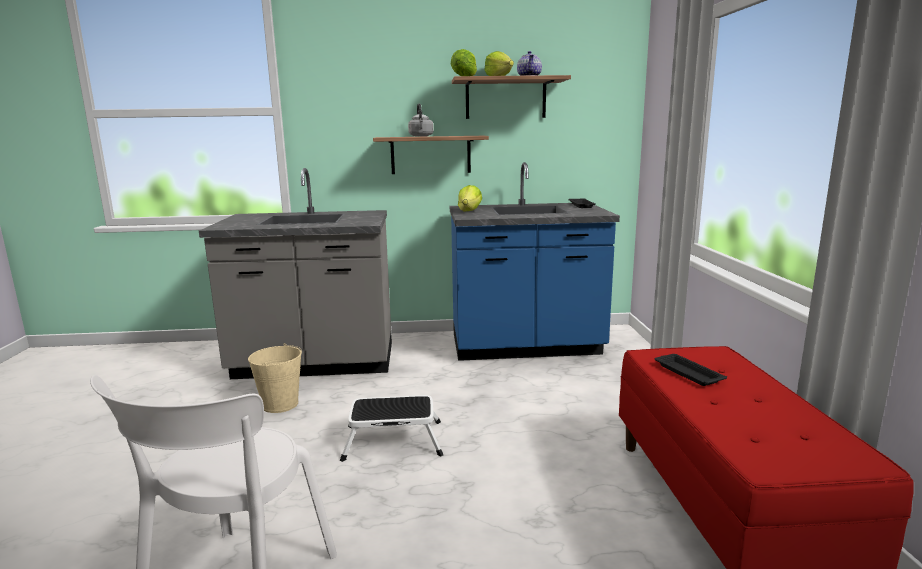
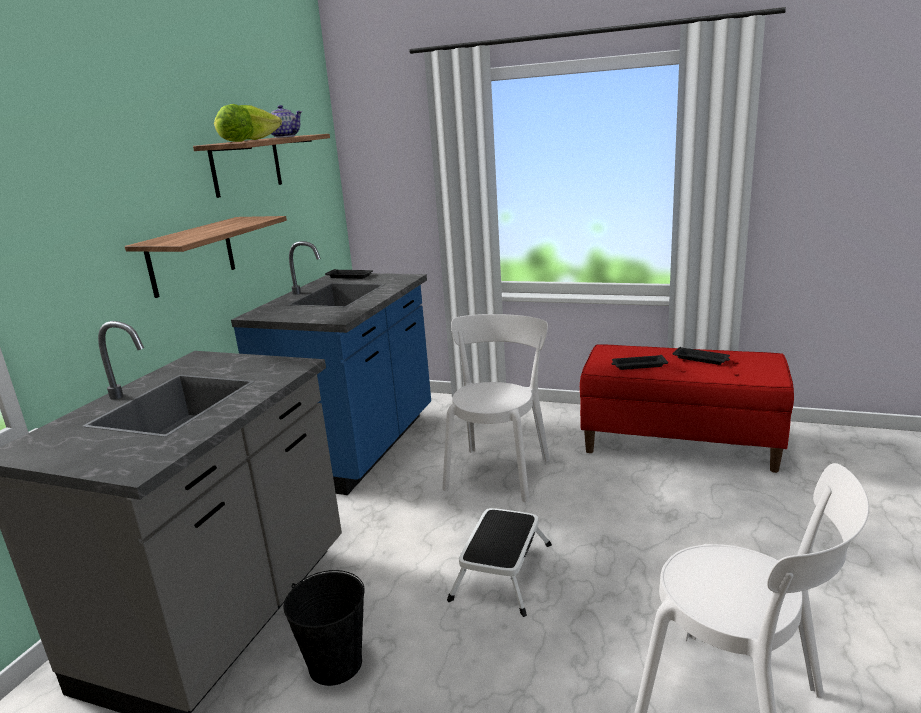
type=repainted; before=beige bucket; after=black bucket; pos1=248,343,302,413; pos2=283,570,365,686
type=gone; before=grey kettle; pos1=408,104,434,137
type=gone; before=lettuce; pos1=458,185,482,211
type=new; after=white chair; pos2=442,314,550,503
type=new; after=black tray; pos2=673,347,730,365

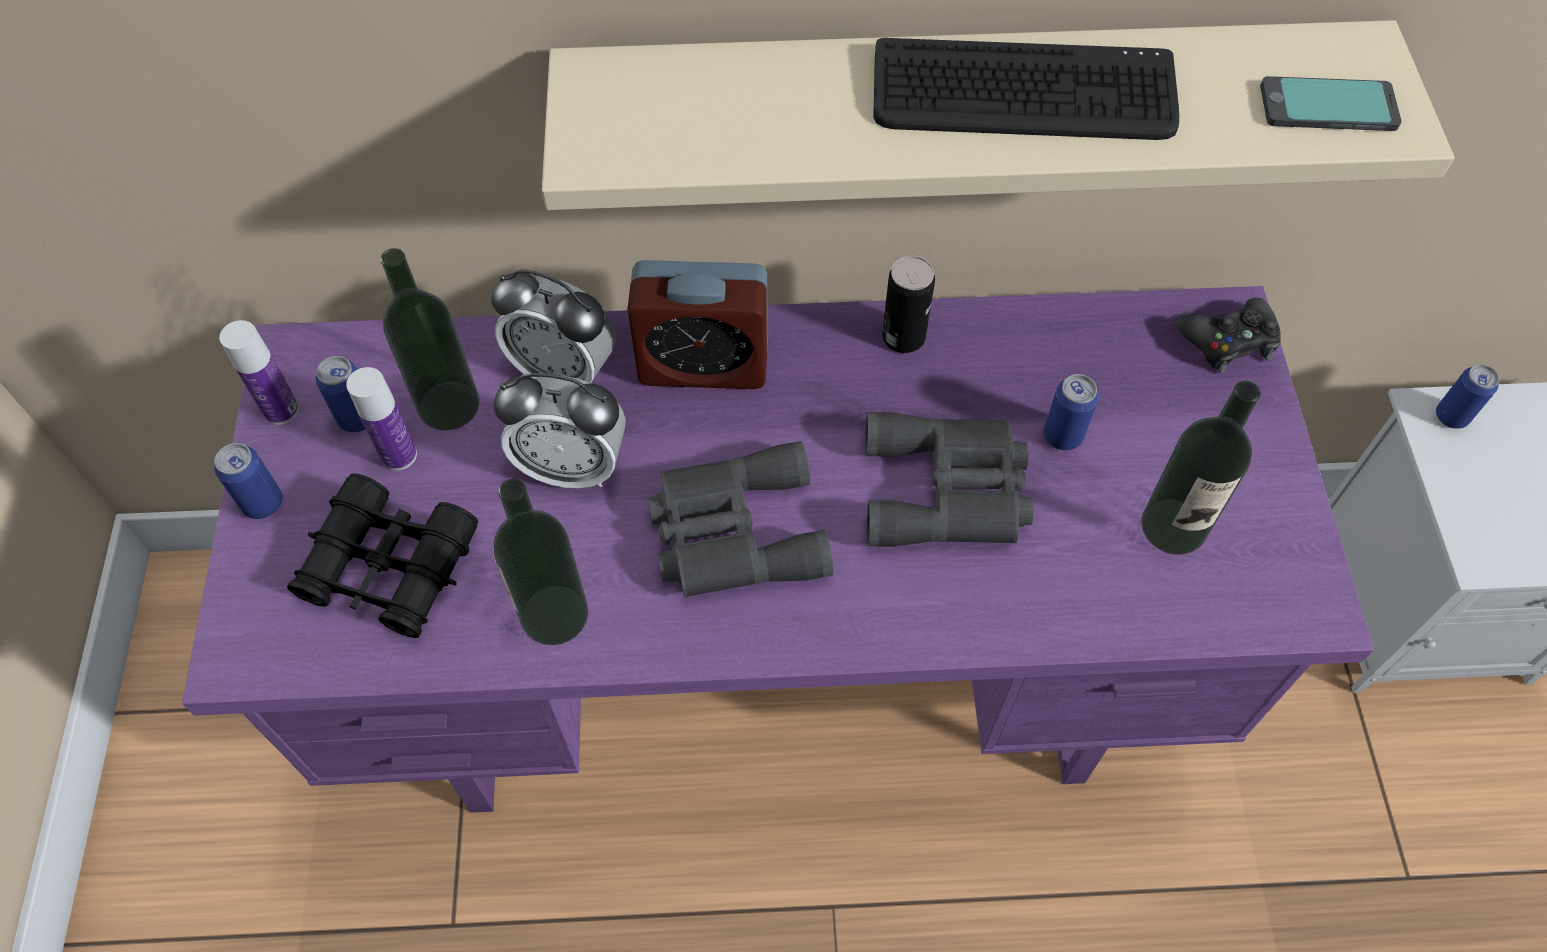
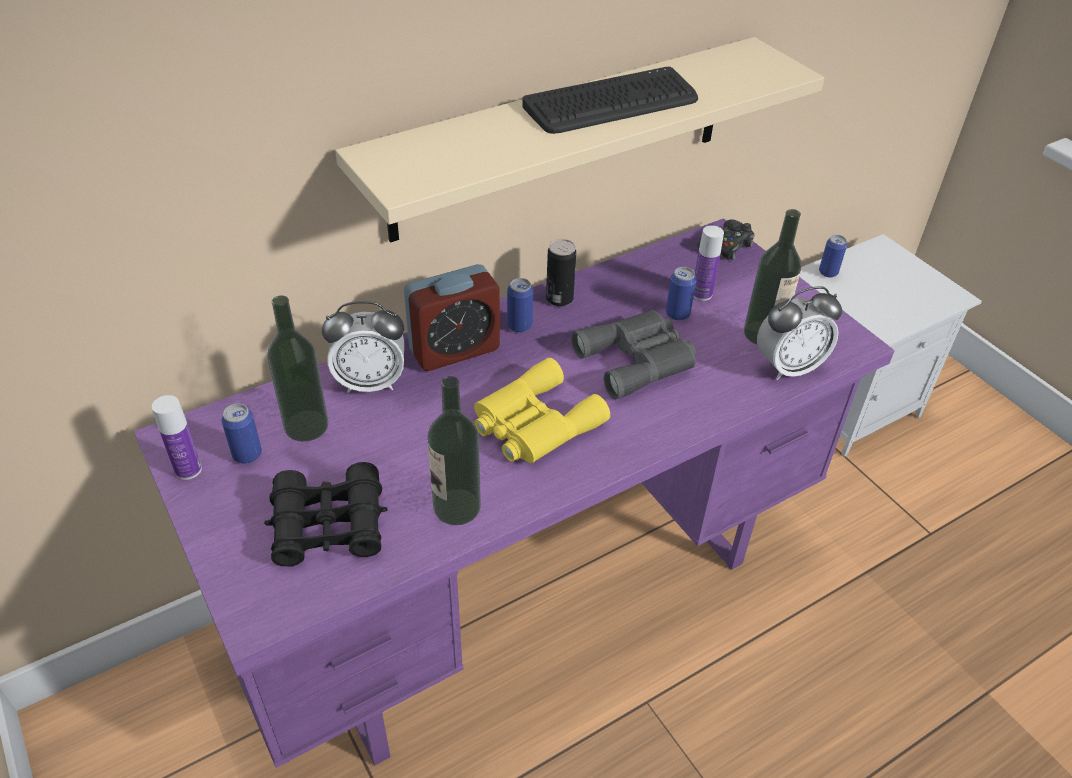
type=shifted; before=can; pos1=214,443,283,519; pos2=507,278,533,333
type=shifted; before=bottle; pos1=346,367,417,471; pos2=694,225,724,301
type=shifted; before=alarm clock; pos1=494,373,626,488; pos2=757,286,842,380
type=repainted; before=grey binoculars; after=yellow binoculars; pos1=647,441,833,597; pos2=474,358,610,463
type=gone; before=phone; pos1=1260,76,1402,131

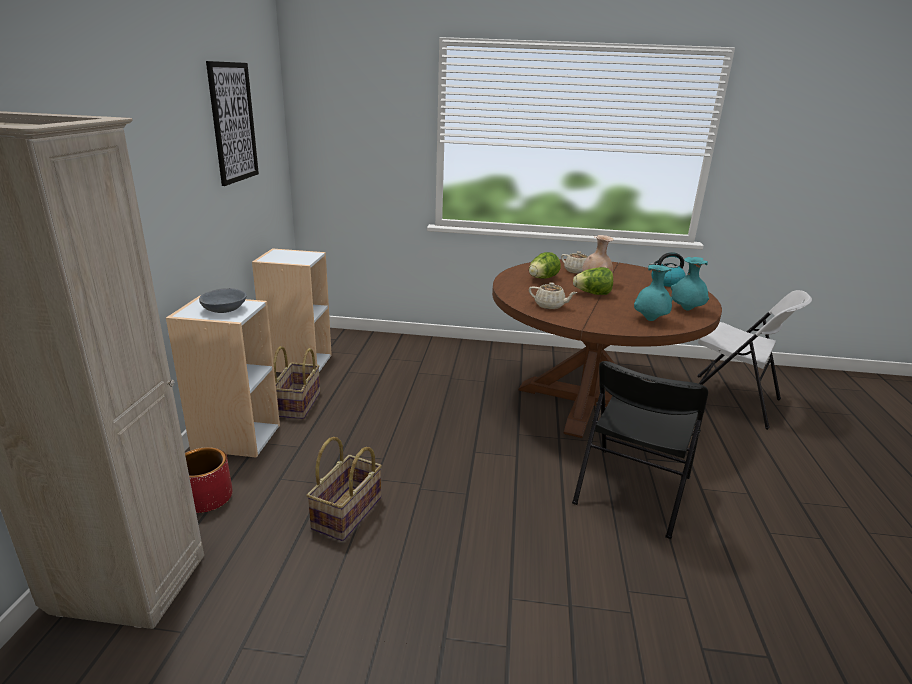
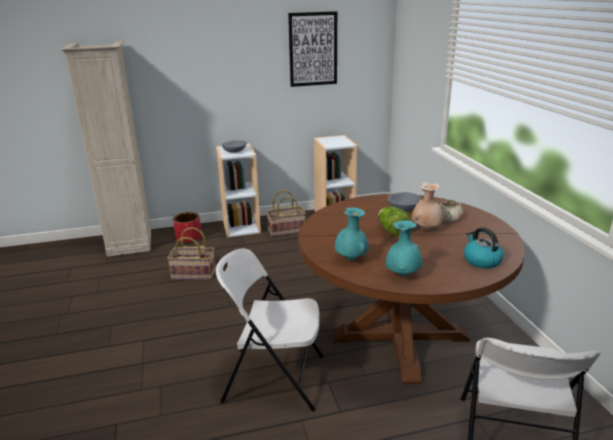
type=swapped; before=lettuce; after=grey bowl; pos1=529,252,561,279; pos2=388,192,422,211
type=gone; before=beige teapot; pos1=529,282,577,309
type=repainted; before=black chair; after=white chair; pos1=572,361,708,539; pos2=216,248,323,412

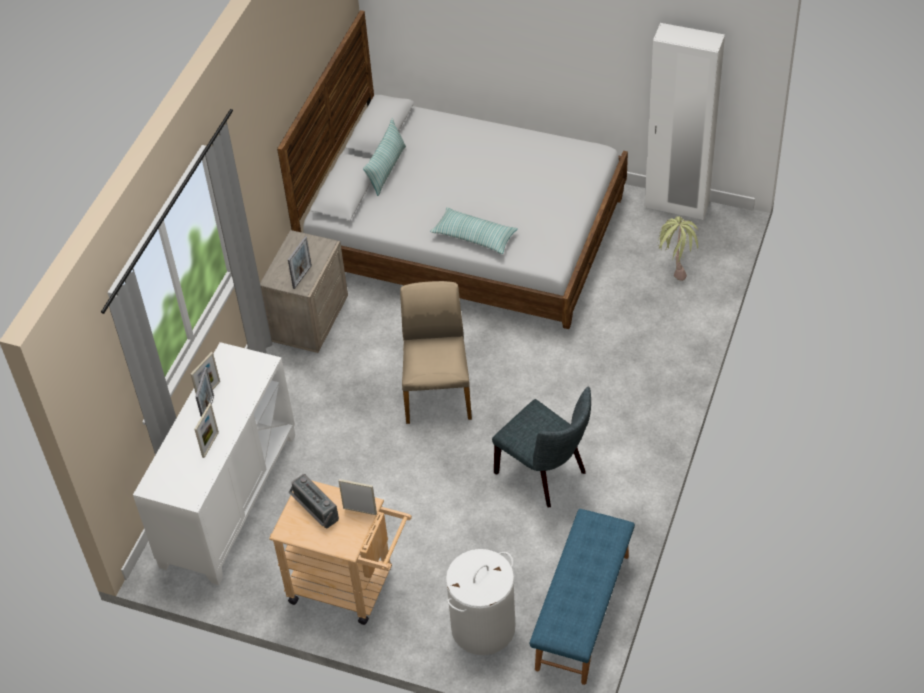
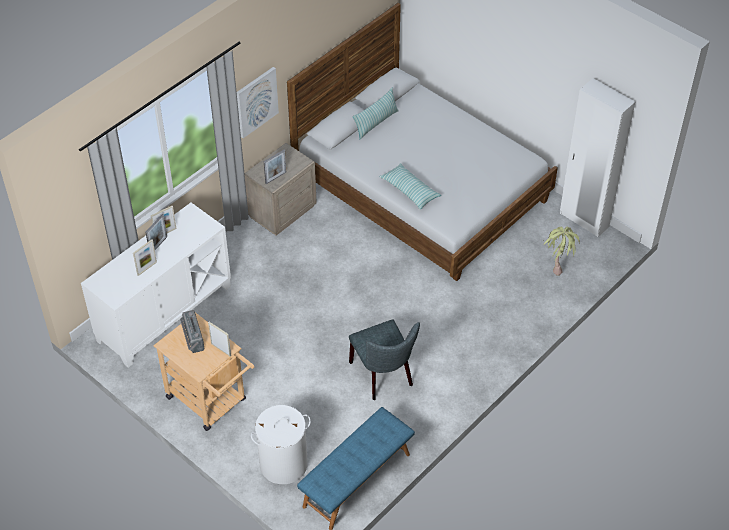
type=gone; before=beige chair; pos1=400,281,472,424
type=new; after=picture; pos2=237,67,279,138

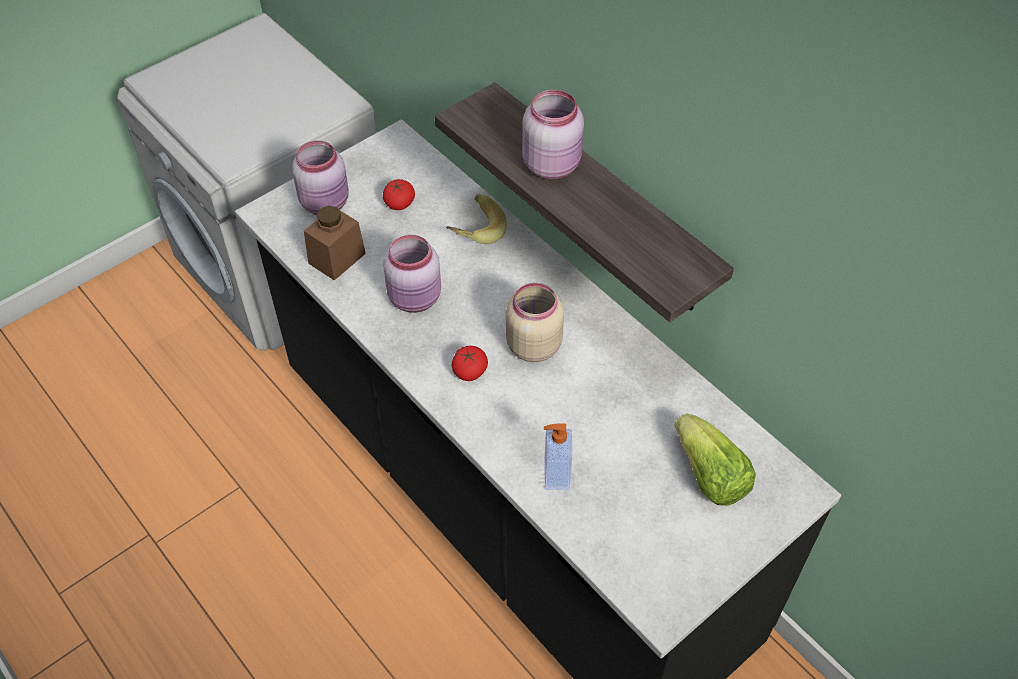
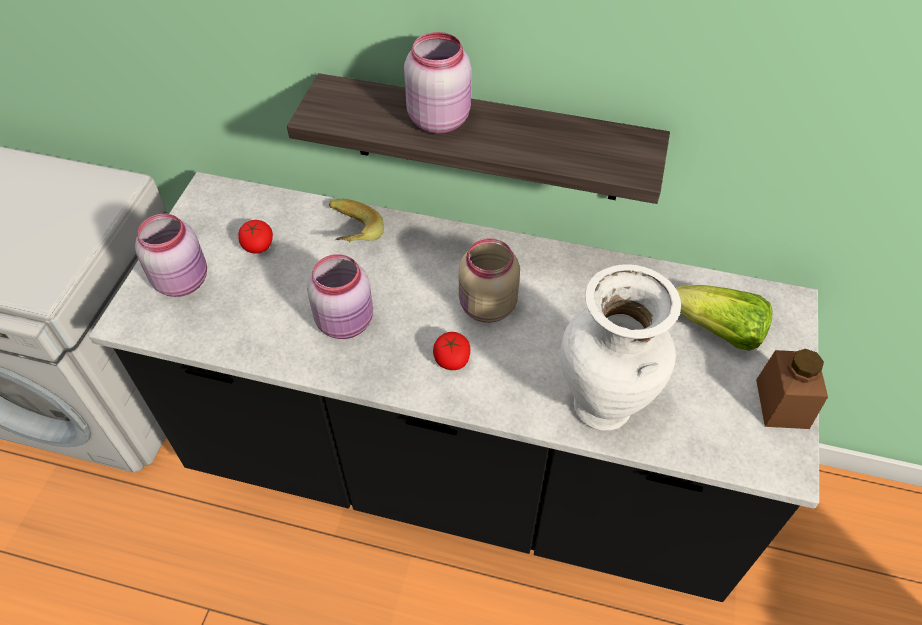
type=shifted; before=brown jar; pos1=304,205,366,280; pos2=756,349,828,429
type=swapped; before=soap dispenser; after=white vase; pos1=544,423,572,490; pos2=560,265,681,431

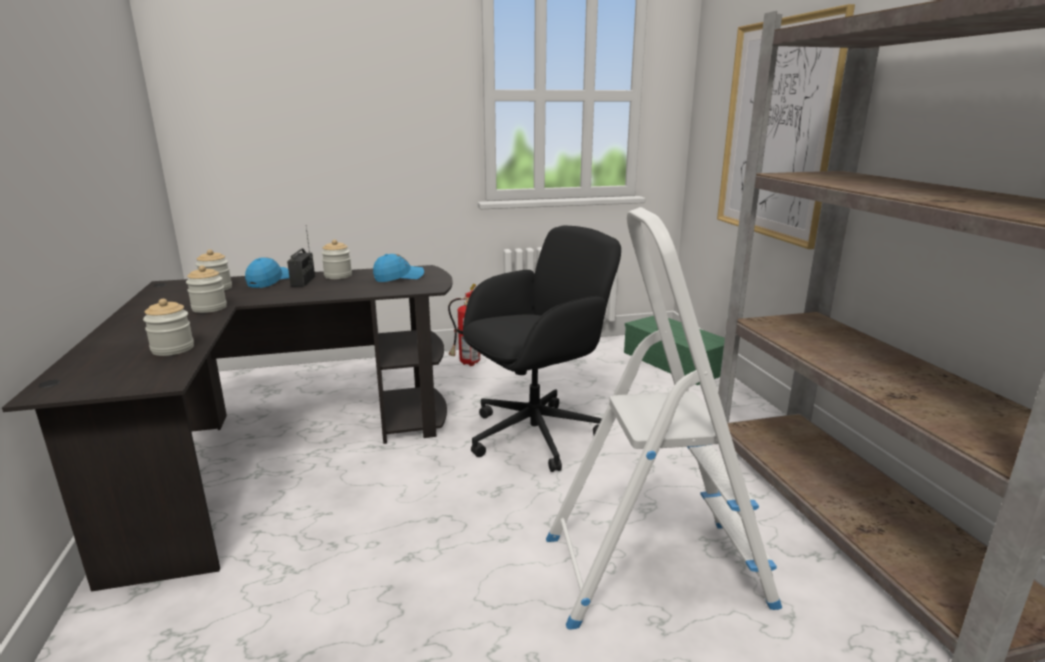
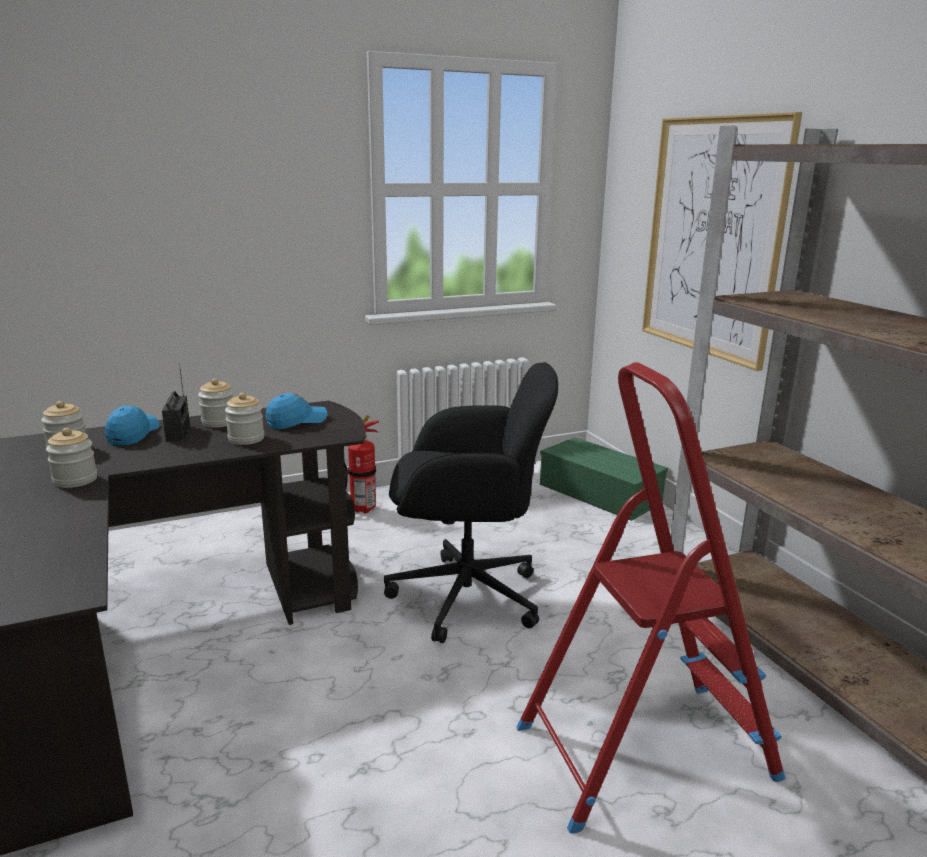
type=shifted; before=jar; pos1=143,299,194,356; pos2=225,393,264,445
type=rotated; before=black office chair; pos1=463,225,621,472; pos2=384,362,558,643; turn=45
type=repainted; before=white step ladder; after=red step ladder; pos1=546,207,782,629; pos2=516,362,785,834

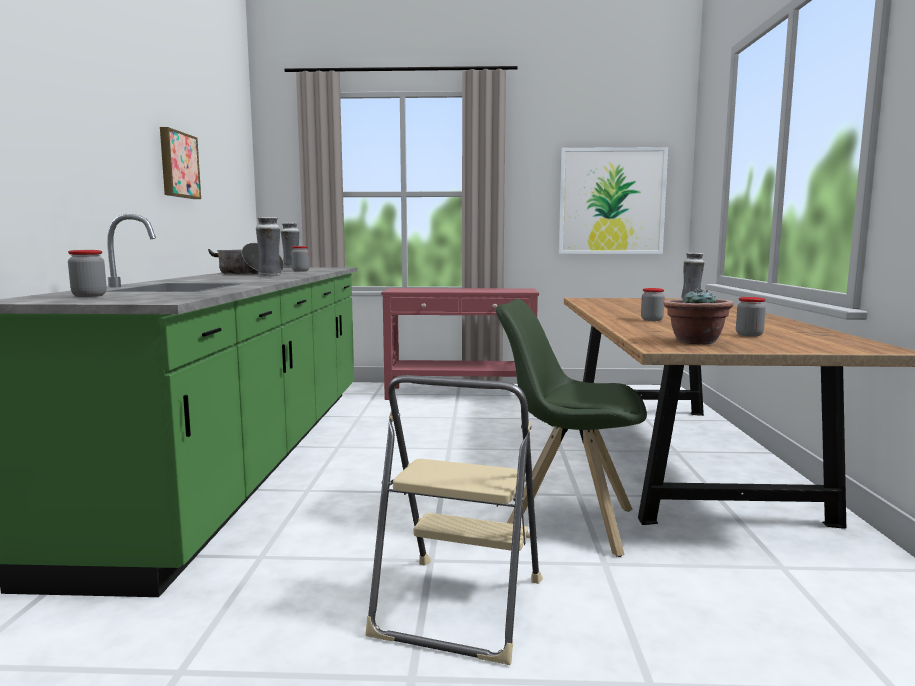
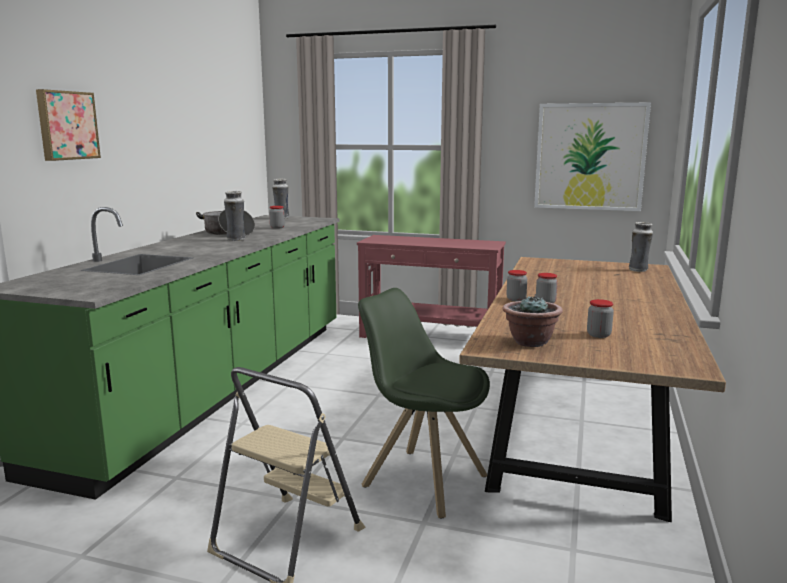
type=shifted; before=jar; pos1=68,250,107,297; pos2=506,270,527,301
type=shifted; before=picture; pos1=160,127,201,199; pos2=36,89,101,161

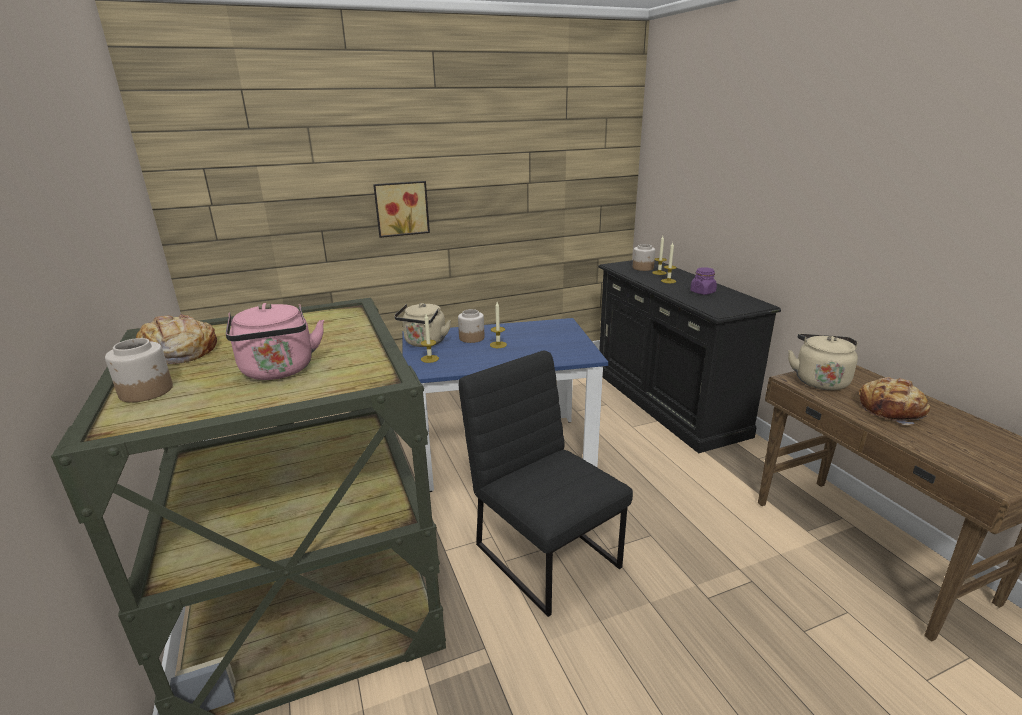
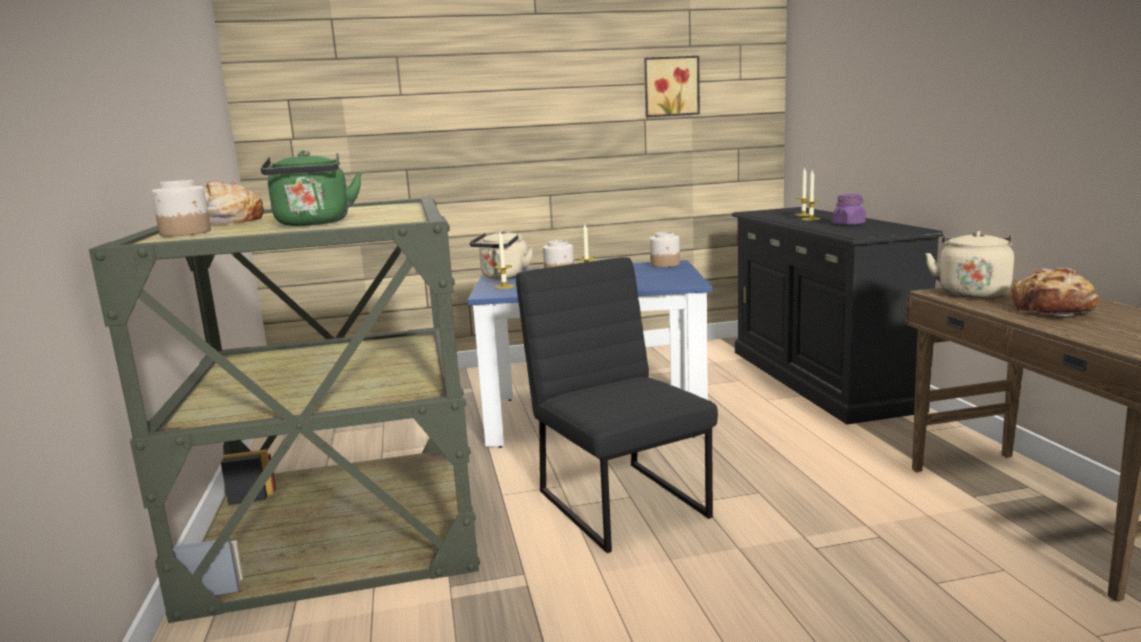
type=repainted; before=pink kettle; after=green kettle; pos1=226,303,324,380; pos2=261,150,362,226
type=shifted; before=picture; pos1=373,181,430,238; pos2=644,56,700,117
type=shifted; before=jar; pos1=633,244,655,271; pos2=650,232,680,267

